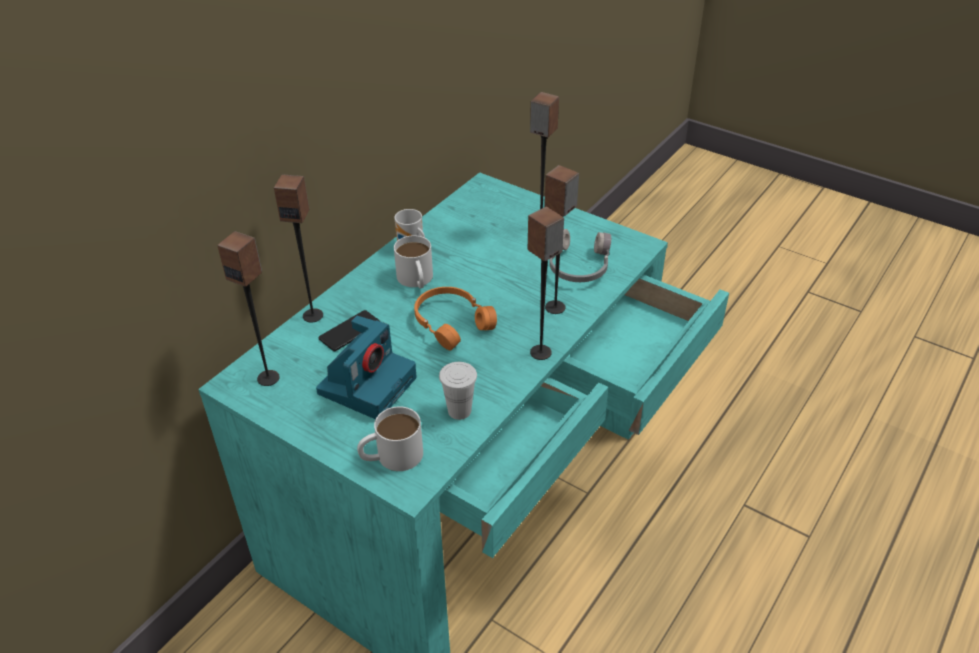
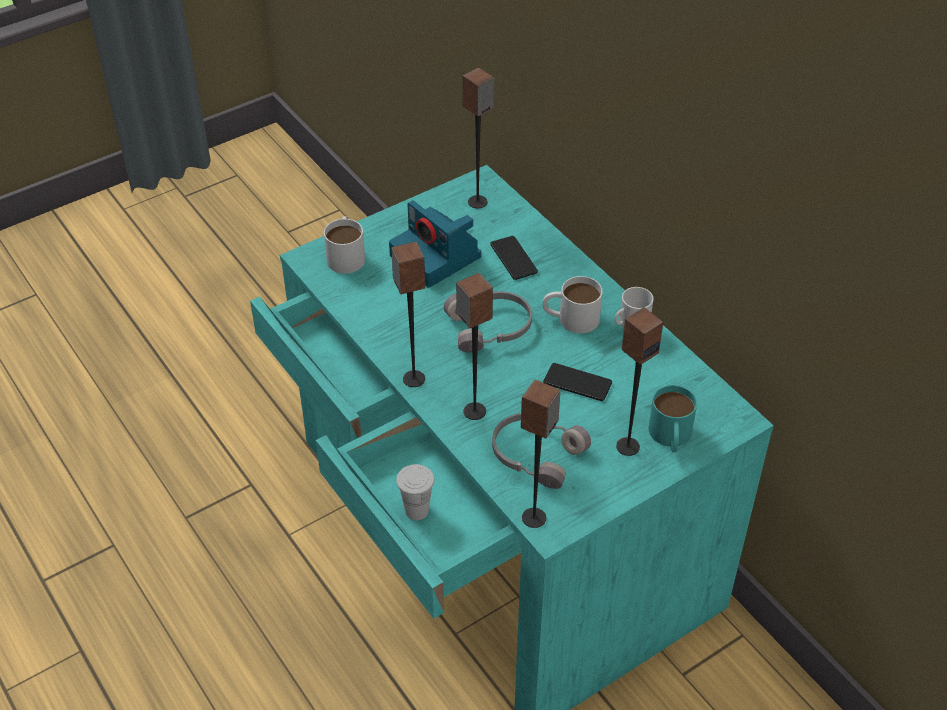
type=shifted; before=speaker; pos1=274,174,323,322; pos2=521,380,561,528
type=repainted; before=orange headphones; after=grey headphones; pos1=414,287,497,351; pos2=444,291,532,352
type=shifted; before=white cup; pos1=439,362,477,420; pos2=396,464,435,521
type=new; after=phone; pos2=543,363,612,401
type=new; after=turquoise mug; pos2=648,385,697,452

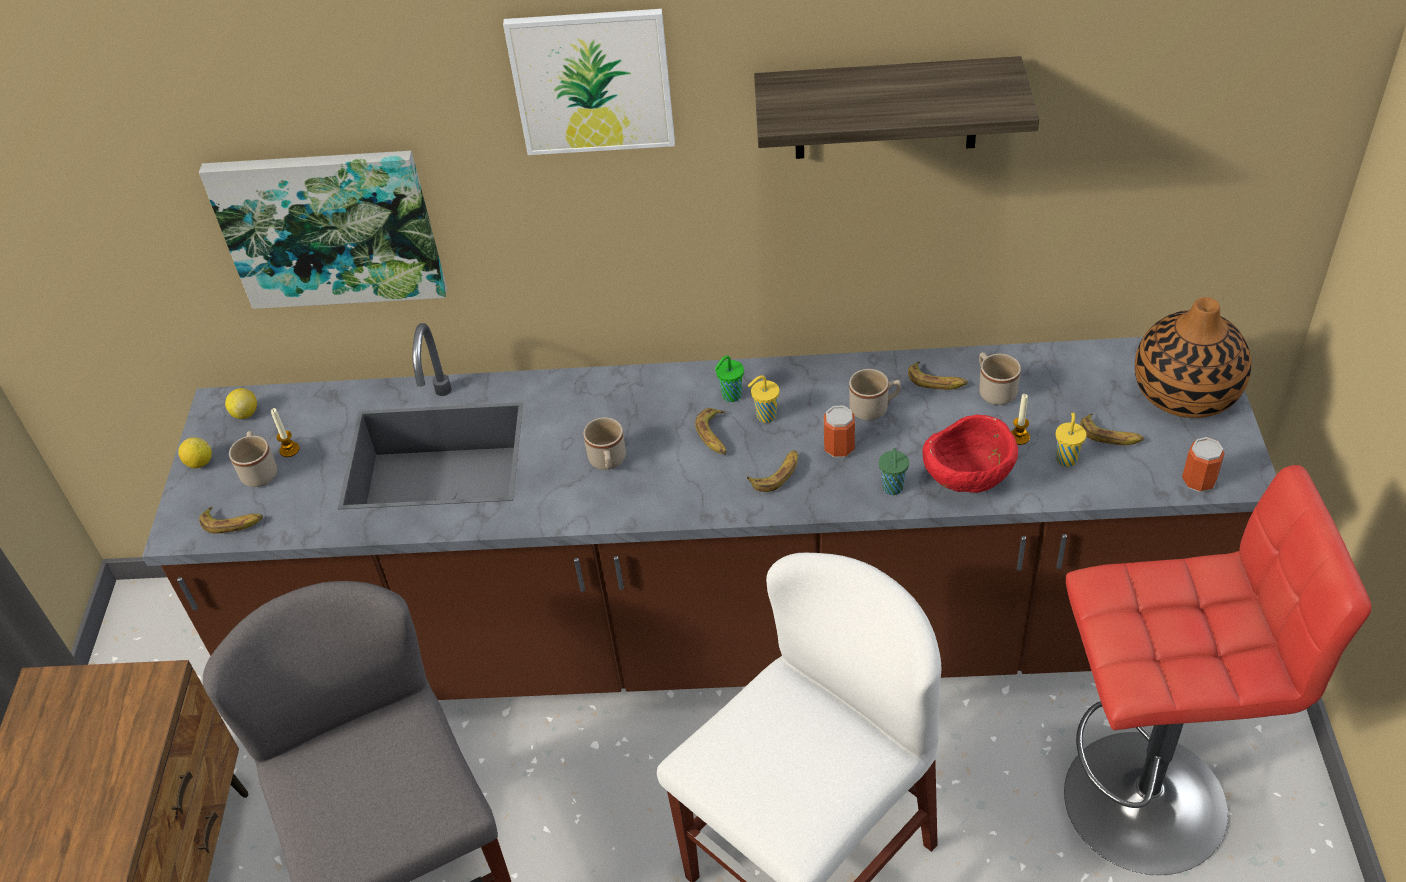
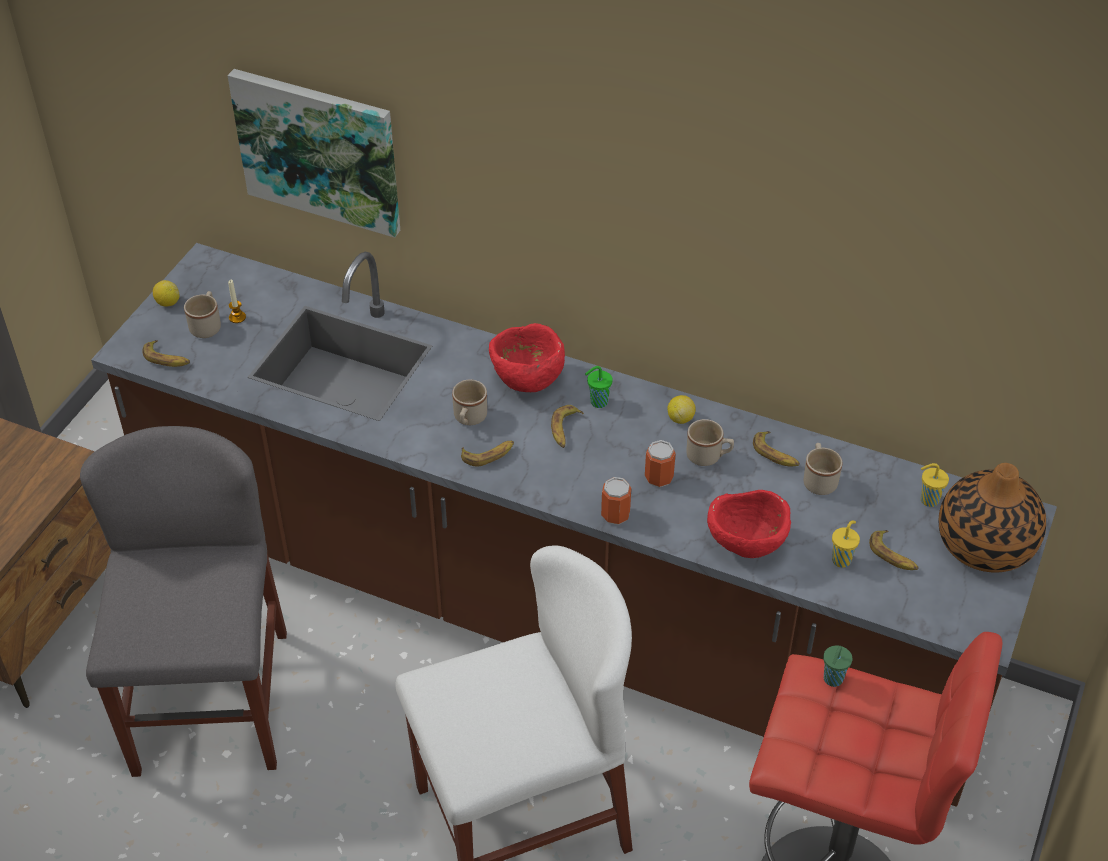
type=shifted; before=lemon; pos1=225,388,257,419; pos2=667,395,696,424
type=gone; before=picture; pos1=503,9,675,155
type=shifted; before=banana; pos1=747,450,798,492; pos2=461,440,514,466
type=shifted; before=yellow cup; pos1=748,375,780,423; pos2=921,463,949,507
type=gone; before=shelf; pos1=754,56,1039,159
type=shifted; before=green cup; pos1=879,448,909,495; pos2=823,645,853,687
type=gone; before=candle; pos1=1011,394,1030,445
type=shifted; before=can; pos1=1182,437,1225,492; pos2=601,477,631,525
type=new; after=red bowl; pos2=489,323,565,392

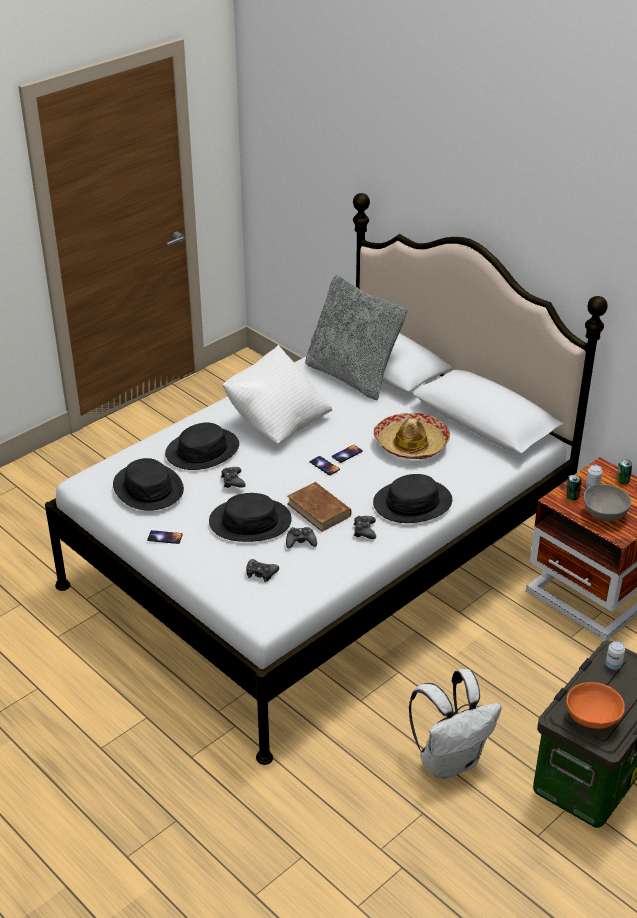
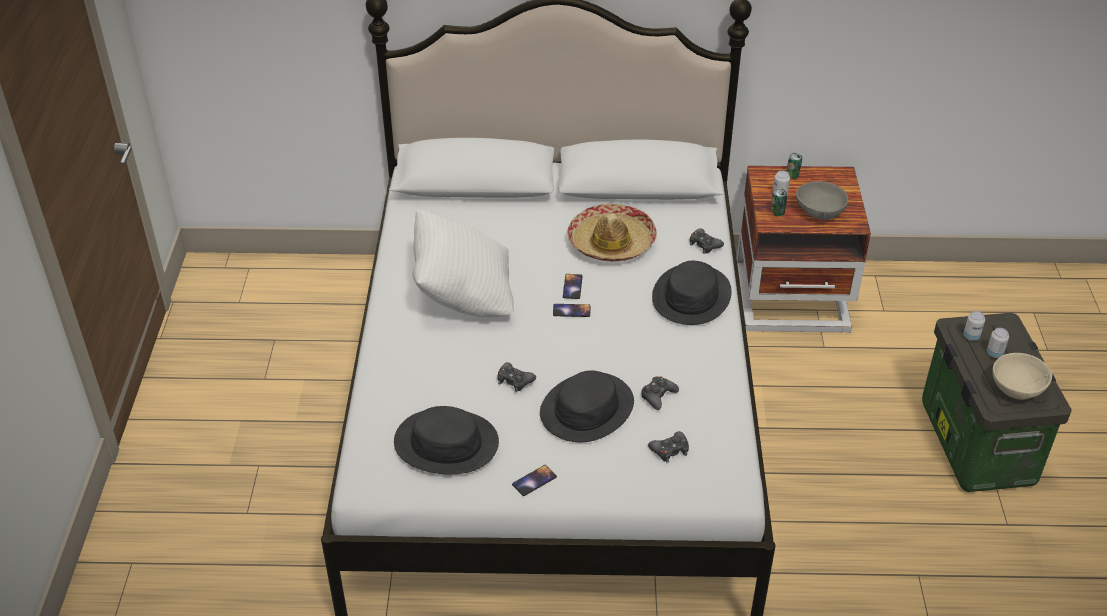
type=gone; before=black hat; pos1=165,422,239,470
type=gone; before=brown book; pos1=287,482,351,532
type=gone; before=grey pillow; pos1=305,275,408,400
type=shifted; before=black game controller; pos1=354,516,376,539; pos2=690,228,724,254
type=gone; before=white backpack; pos1=409,669,502,779
type=repainted; before=orange bowl; after=beige bowl; pos1=566,682,625,729; pos2=992,353,1052,400
type=new; after=can; pos2=987,328,1009,358

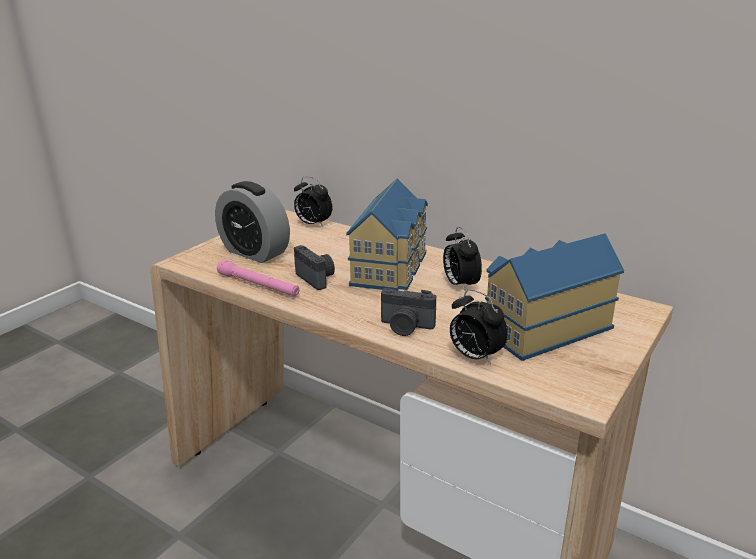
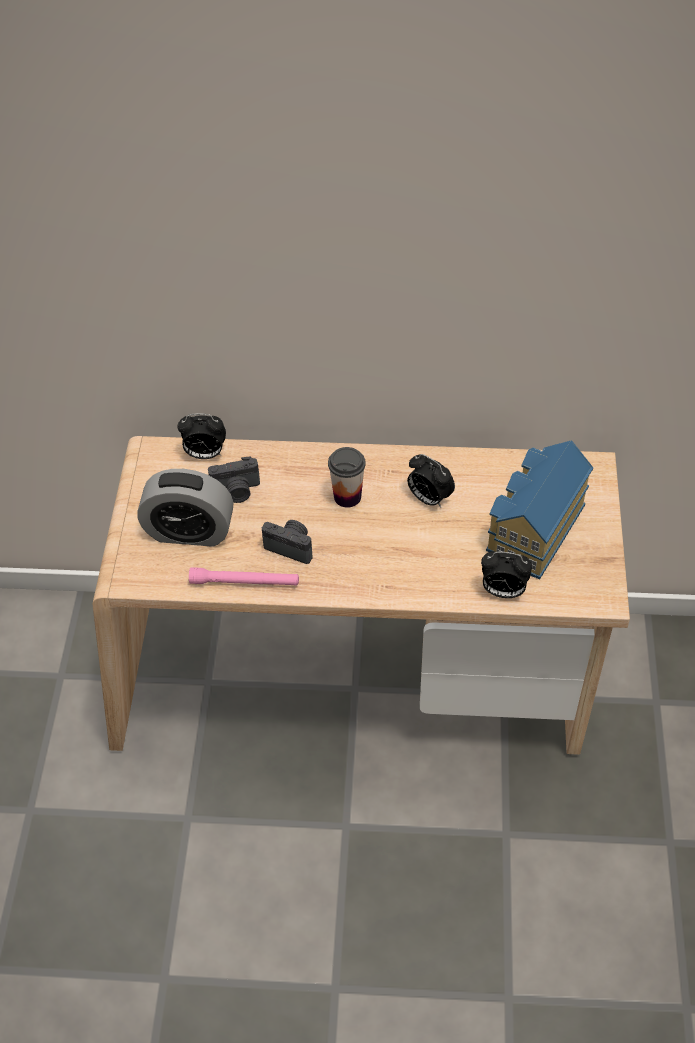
type=swapped; before=toy house; after=cup; pos1=346,178,428,291; pos2=328,447,366,508
type=shifted; before=photo camera; pos1=381,288,436,336; pos2=208,456,260,503

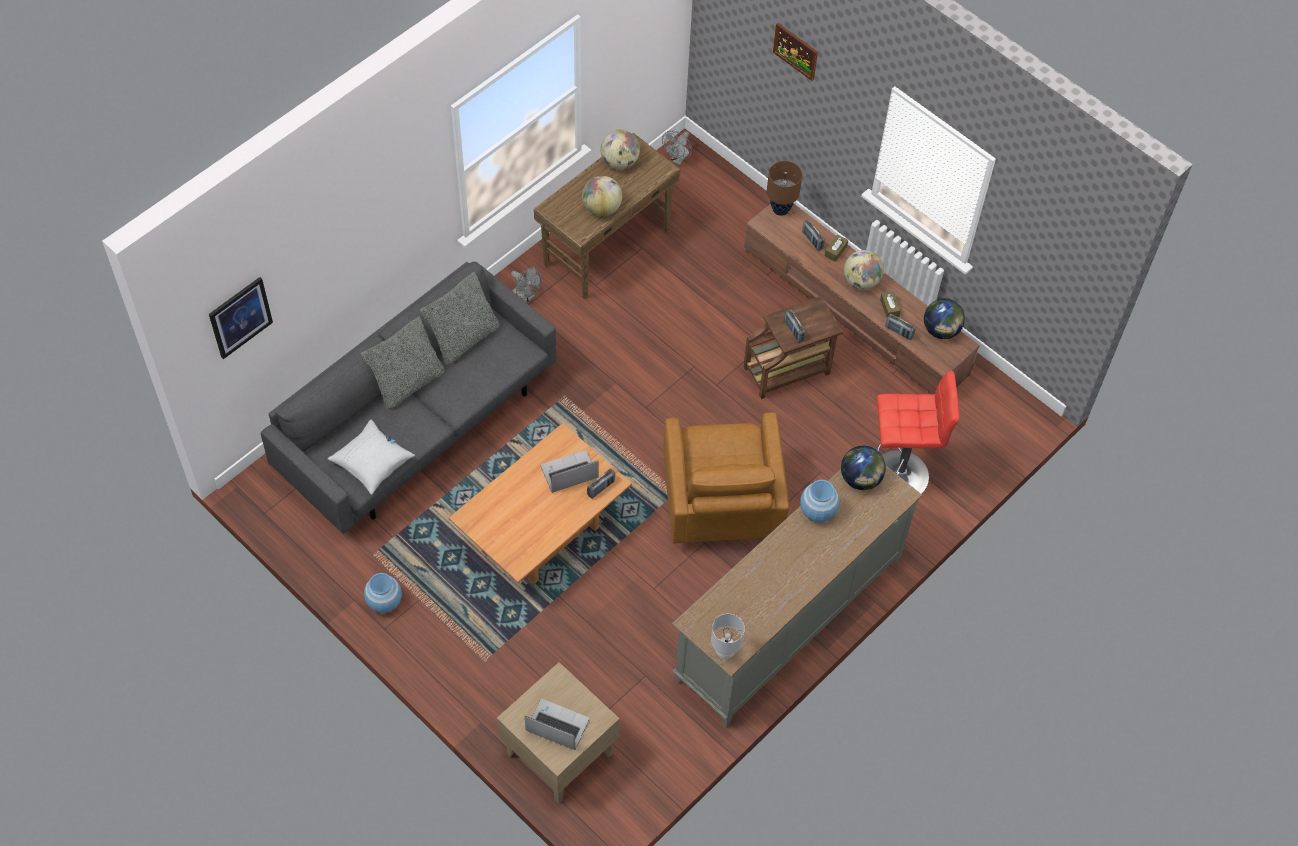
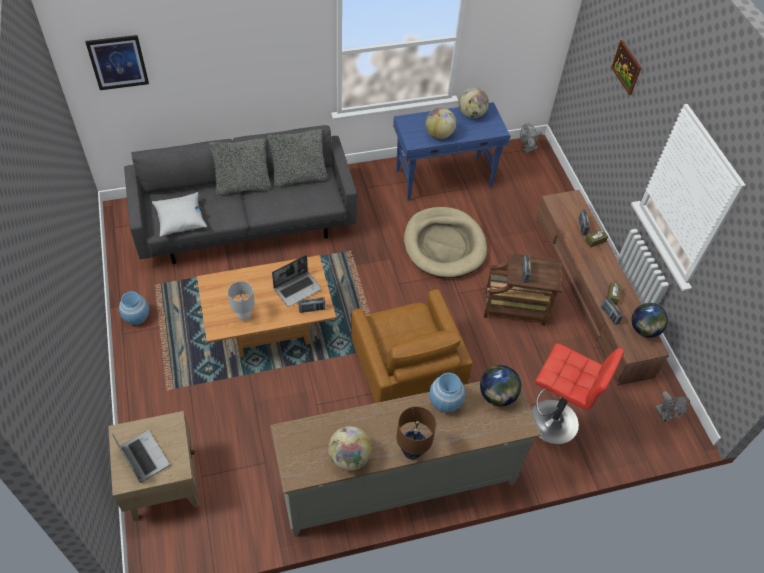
type=shifted; before=grey fan; pos1=511,267,541,303; pos2=655,391,690,422
type=repainted; before=brown console table; after=blue console table; pos1=534,133,681,299; pos2=393,102,510,201
type=rotated; before=laptop; pos1=541,450,598,493; pos2=272,255,322,307; turn=135
type=rotated; before=brown armchair; pos1=663,412,789,543; pos2=351,289,473,403; turn=-45
type=shifted; before=grey table lamp; pos1=711,614,745,659; pos2=228,281,255,321
type=shifted; before=brown table lamp; pos1=767,161,802,216; pos2=397,407,436,460
type=shifted; before=globe; pos1=844,250,884,290; pos2=328,426,372,470
type=new; after=beige dog bed; pos2=404,207,487,278

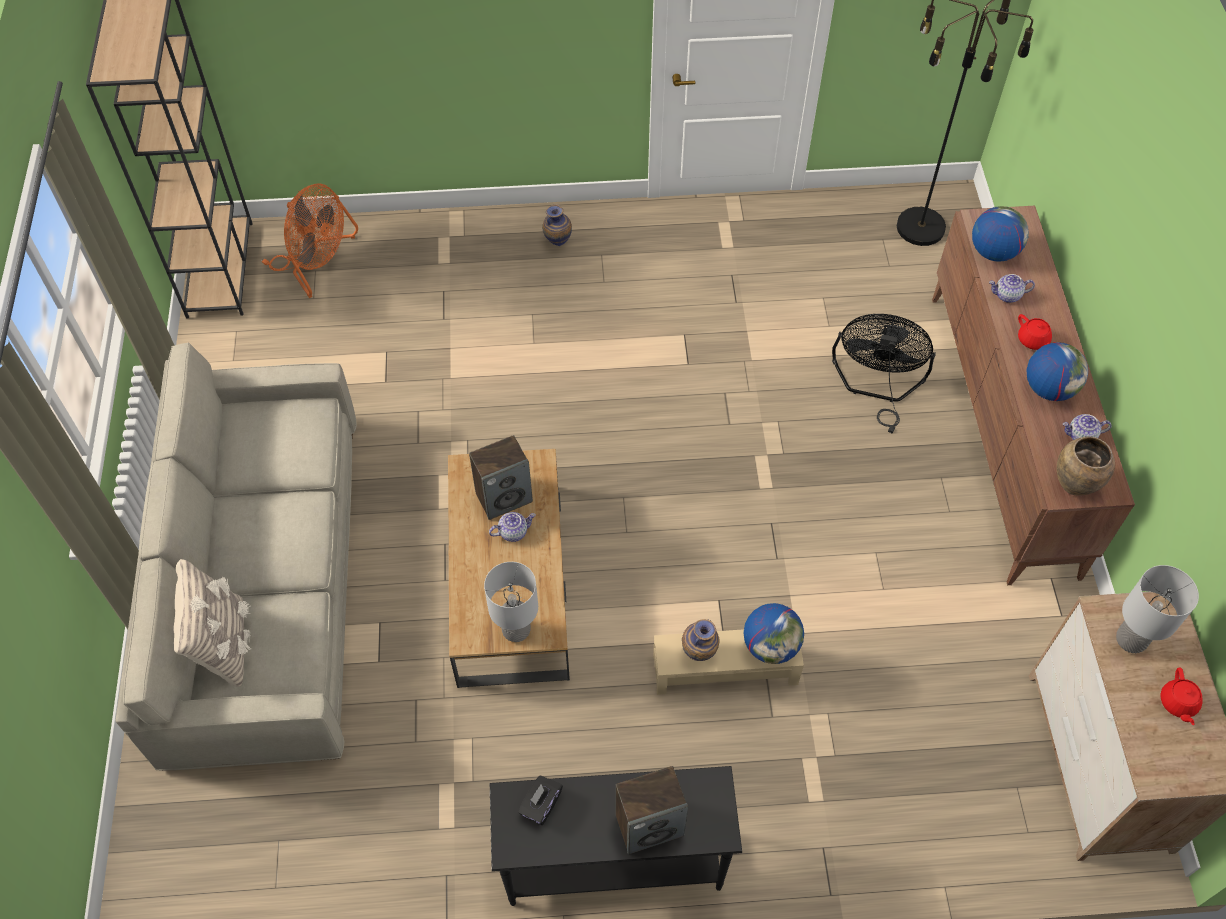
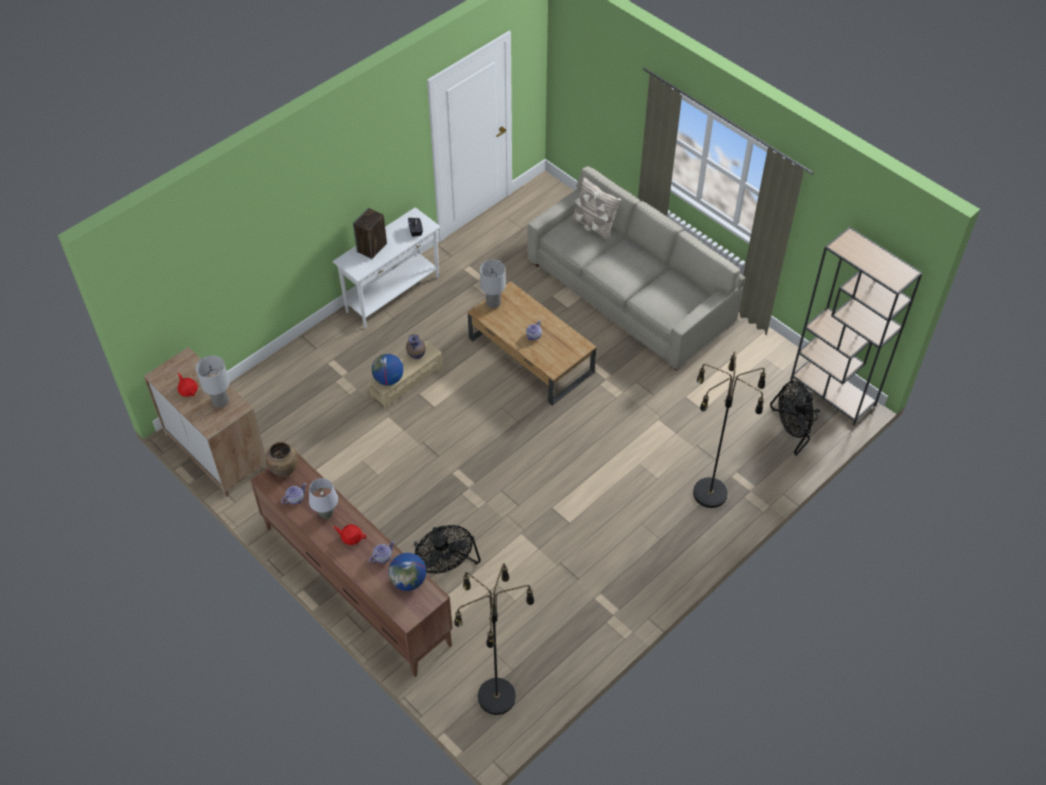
type=repainted; before=orange fan; after=black fan; pos1=262,184,358,298; pos2=770,381,820,456
type=gone; before=speaker; pos1=469,435,533,520
type=repainted; before=black console table; after=white console table; pos1=490,766,742,906; pos2=333,207,441,328
type=gone; before=vase; pos1=542,204,572,246
type=swapped; before=globe; after=grey table lamp; pos1=1027,342,1088,401; pos2=309,478,338,519
type=new; after=floor lamp; pos2=693,352,766,508

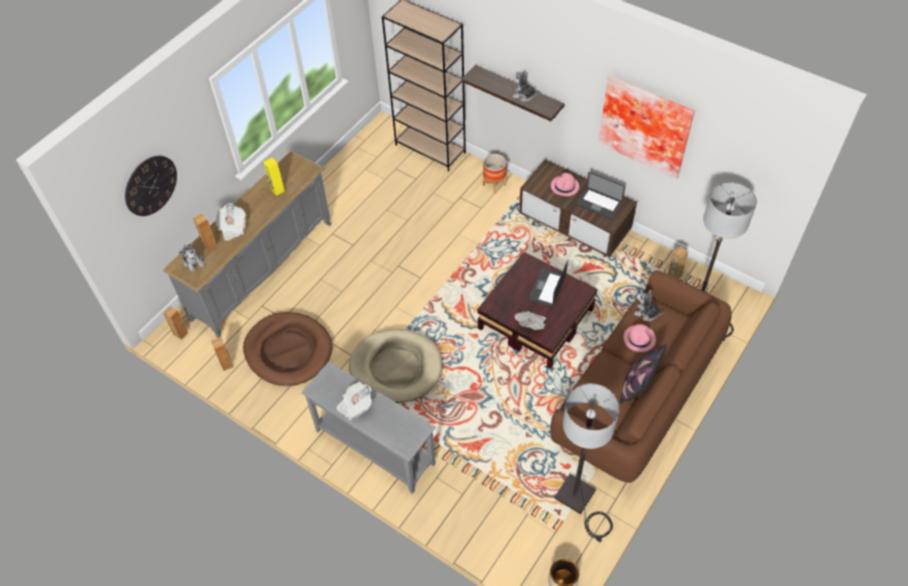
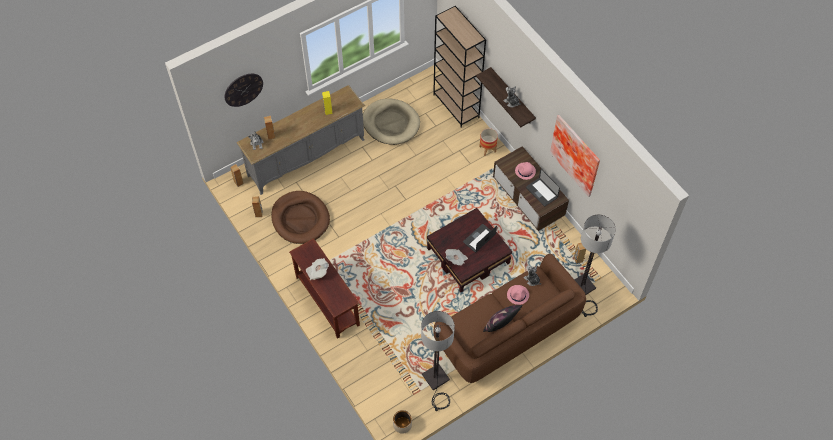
type=gone; before=newspaper; pos1=215,203,246,241
type=repainted; before=grey console table; after=brown console table; pos1=301,362,436,494; pos2=289,238,360,339
type=shifted; before=beige dog bed; pos1=349,329,442,403; pos2=363,98,420,145

